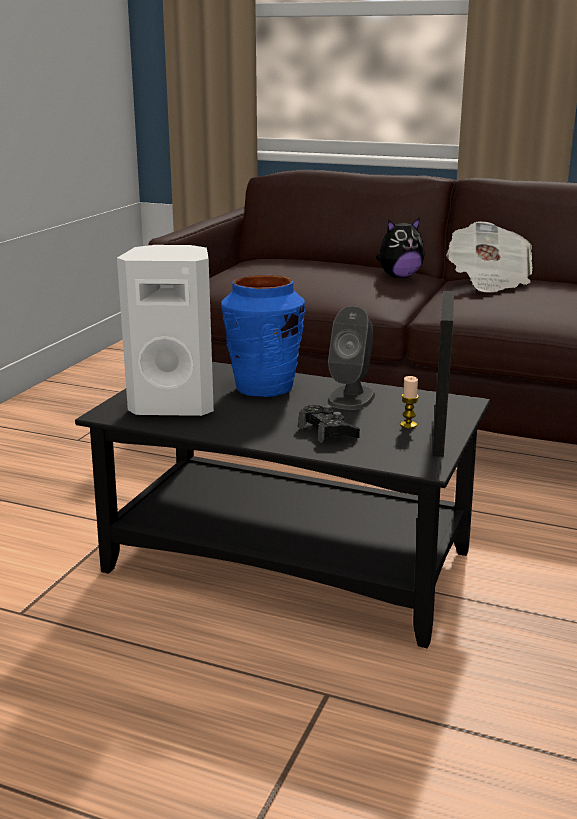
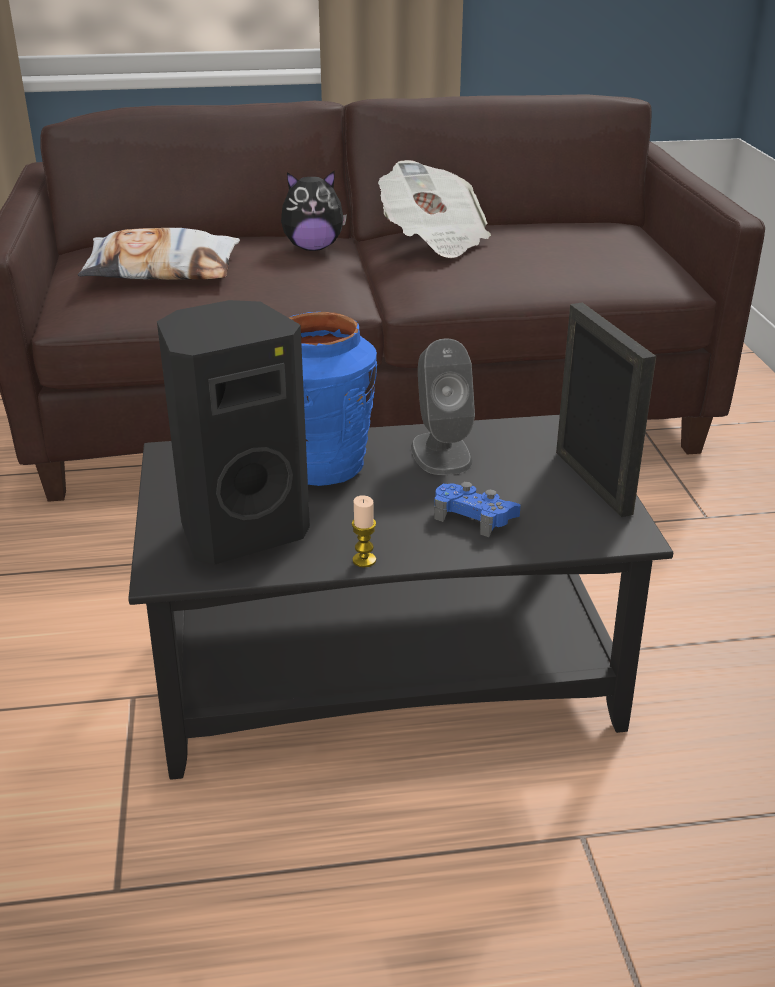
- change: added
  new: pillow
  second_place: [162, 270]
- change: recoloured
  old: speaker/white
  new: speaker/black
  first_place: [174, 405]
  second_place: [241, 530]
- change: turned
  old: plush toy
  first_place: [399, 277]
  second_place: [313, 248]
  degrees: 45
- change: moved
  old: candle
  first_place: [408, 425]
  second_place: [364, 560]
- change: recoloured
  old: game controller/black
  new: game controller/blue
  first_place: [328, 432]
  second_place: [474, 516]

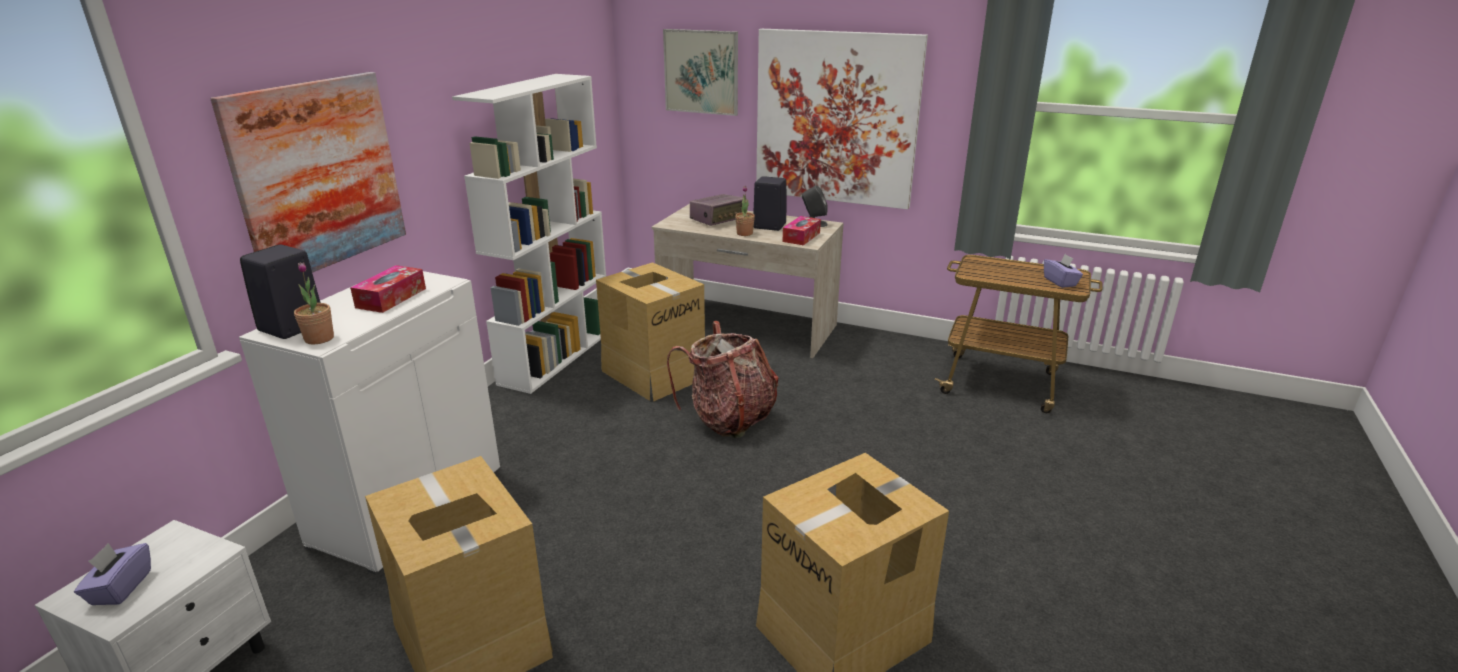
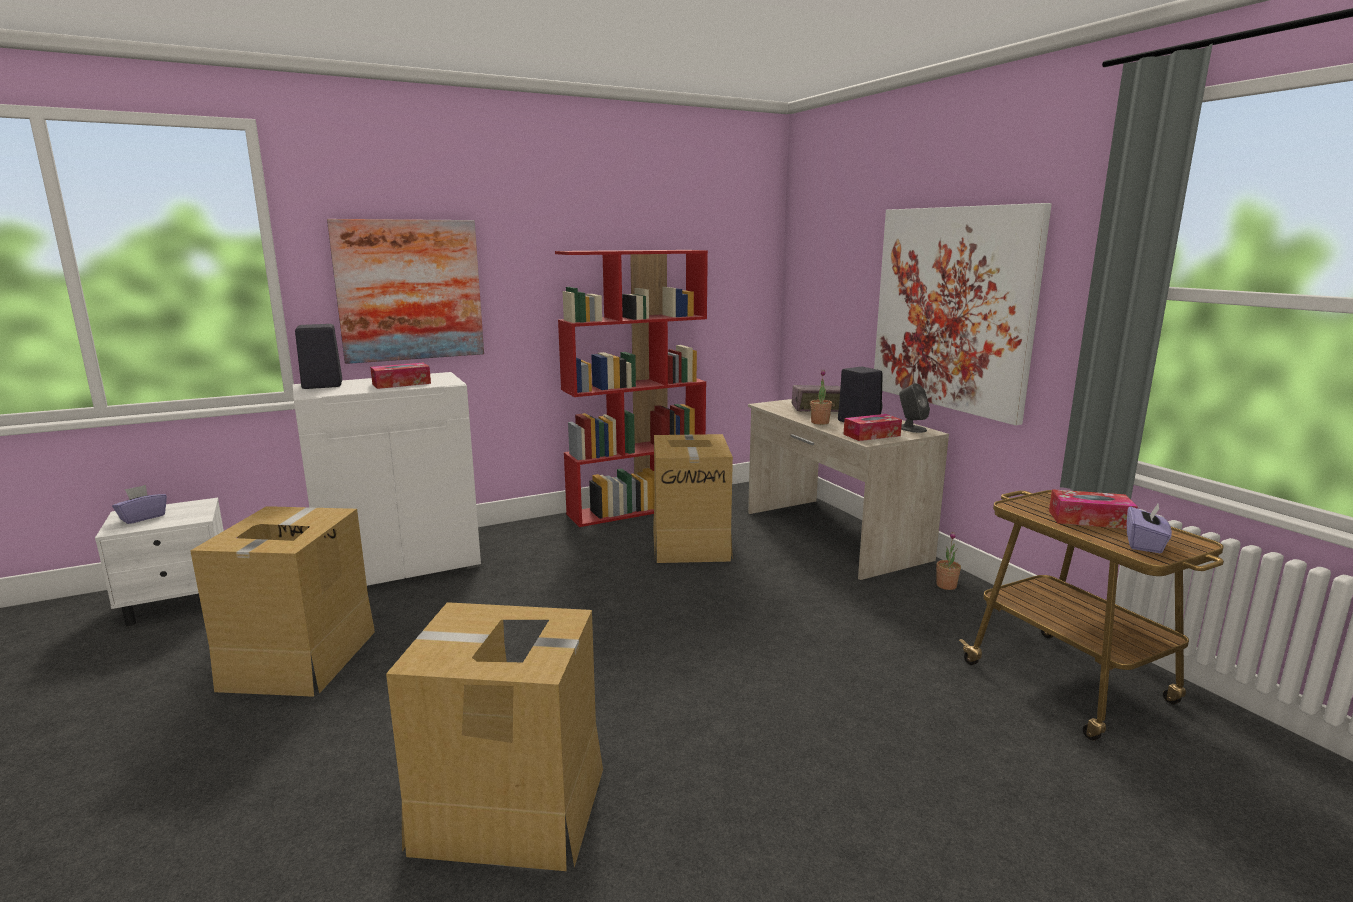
- change: recoloured
  old: bookcase/white
  new: bookcase/red
  first_place: [556, 356]
  second_place: [637, 509]
- change: moved
  old: potted plant
  first_place: [319, 338]
  second_place: [946, 586]
- change: added
  new: tissue box
  second_place: [1089, 519]
- change: removed
  old: picture
  first_place: [701, 72]
- change: removed
  old: backpack
  first_place: [729, 418]

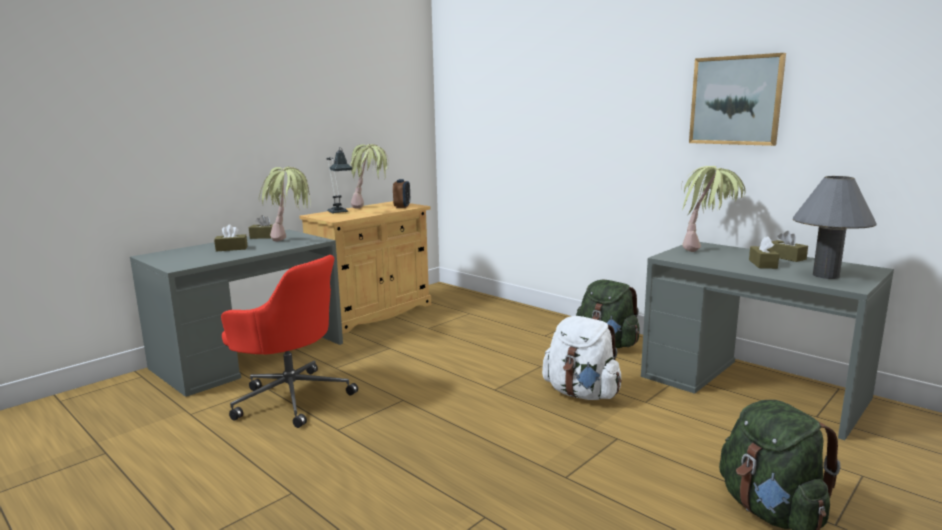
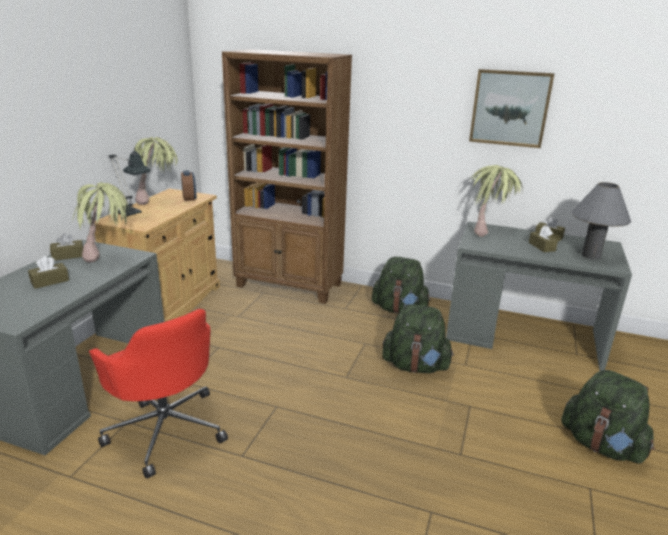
- change: turned
  old: office chair/red
  first_place: [291, 397]
  second_place: [166, 429]
  degrees: 45
- change: added
  new: bookcase/brown
  second_place: [289, 285]
- change: recoloured
  old: backpack/white
  new: backpack/green
  first_place: [581, 393]
  second_place: [415, 366]

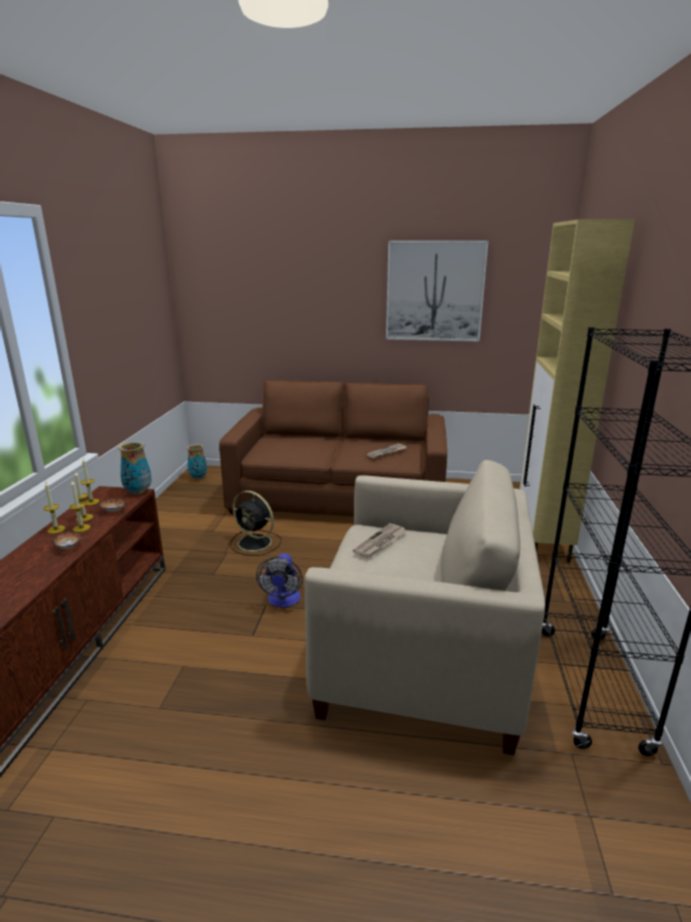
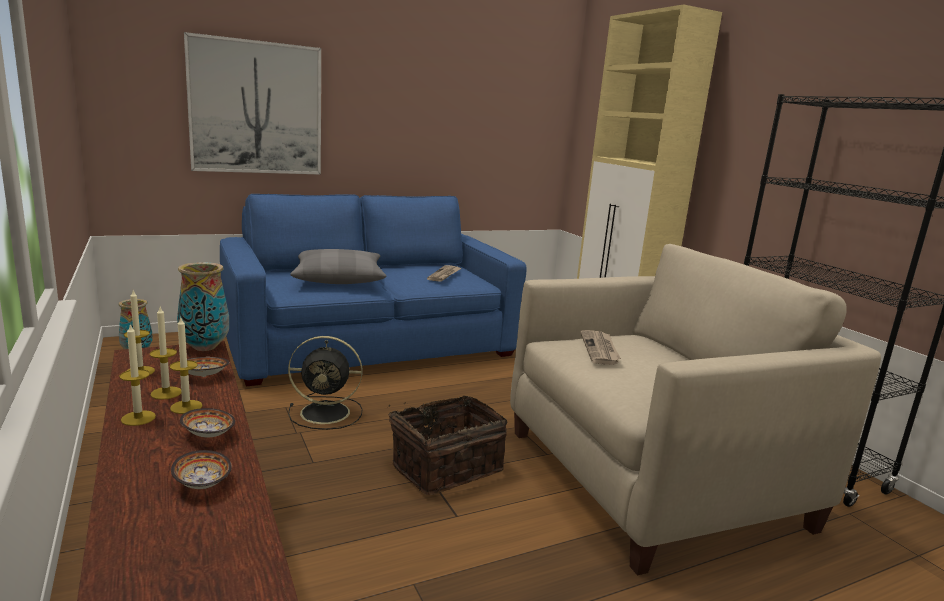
- change: added
  new: bowl
  second_place: [202, 483]
- change: moved
  old: picture
  first_place: [434, 291]
  second_place: [256, 108]
- change: recoloured
  old: sofa/brown
  new: sofa/blue
  first_place: [339, 496]
  second_place: [370, 344]
- change: added
  new: pillow/grey
  second_place: [338, 277]
- change: replaced
  old: fan
  new: basket
  first_place: [283, 601]
  second_place: [445, 467]

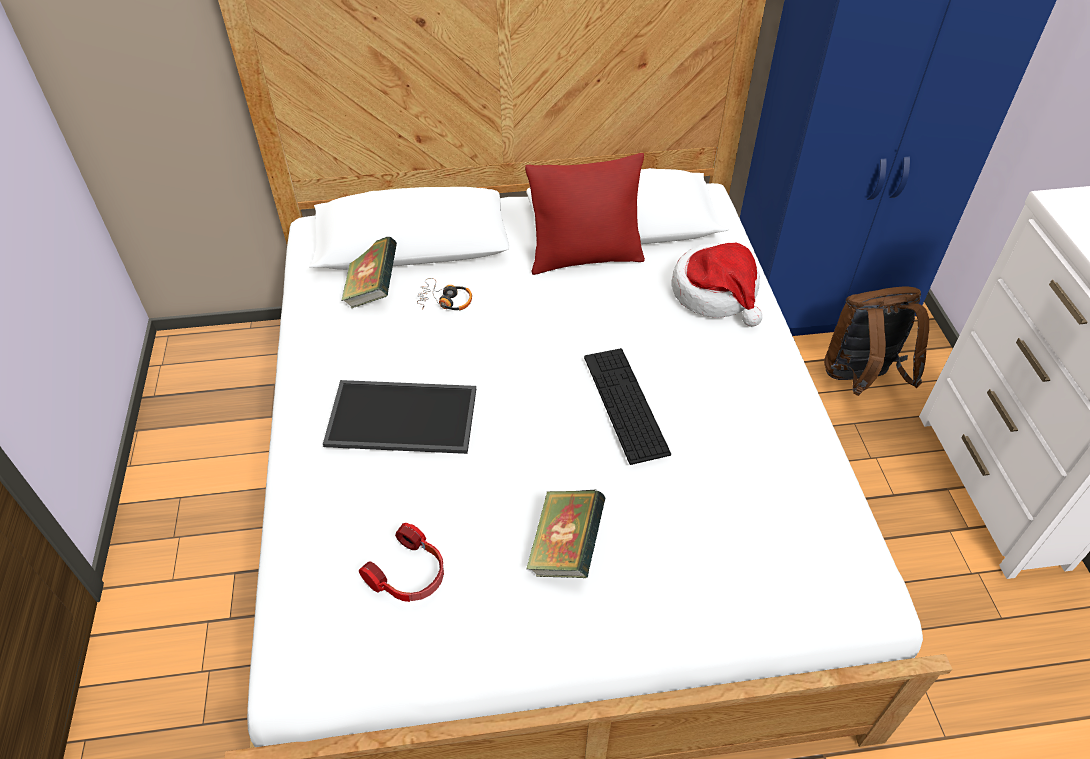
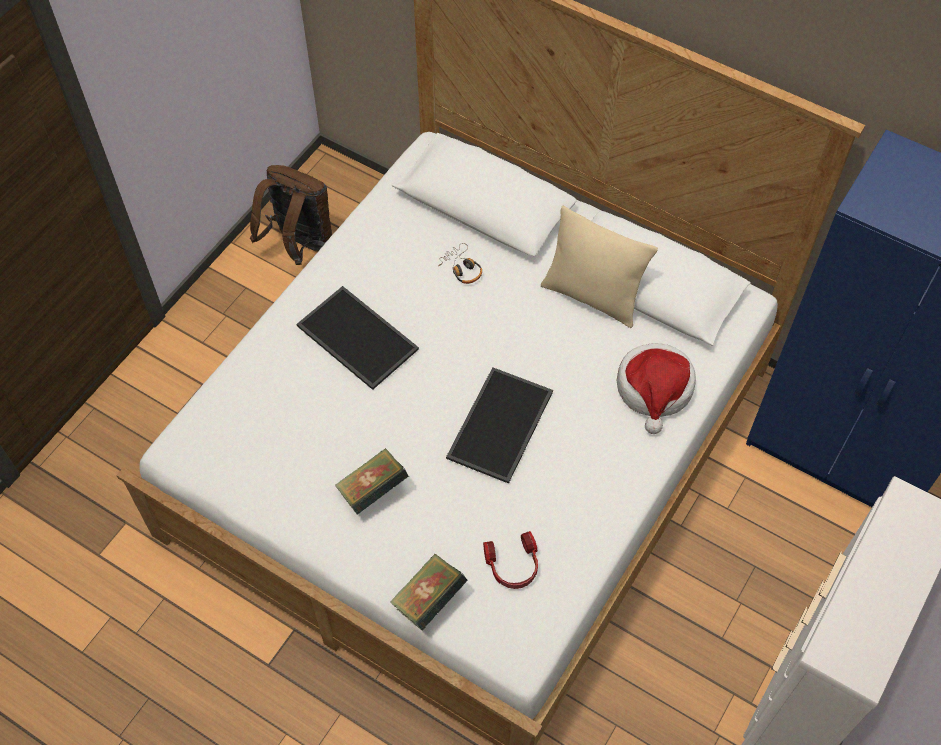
- change: moved
  old: backpack/brown
  first_place: [860, 379]
  second_place: [299, 244]
- change: moved
  old: book
  first_place: [372, 289]
  second_place: [429, 600]
- change: replaced
  old: keyboard
  new: tray
  first_place: [625, 404]
  second_place: [501, 426]
- change: moved
  old: headphones
  first_place: [410, 575]
  second_place: [513, 566]
- change: recoloured
  old: pillow/red
  new: pillow/beige
  first_place: [585, 258]
  second_place: [592, 296]

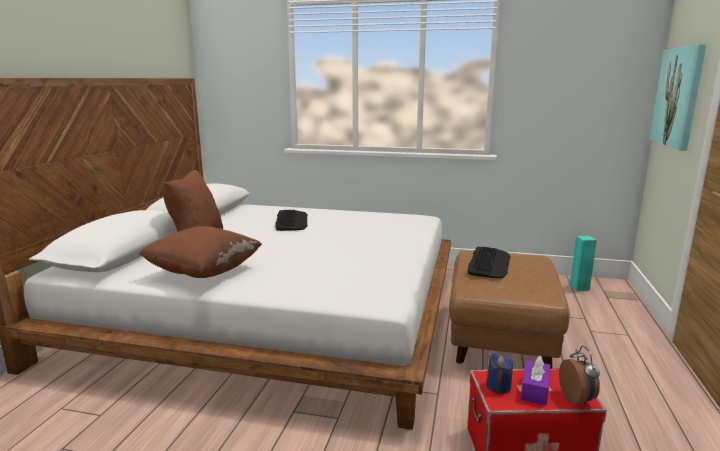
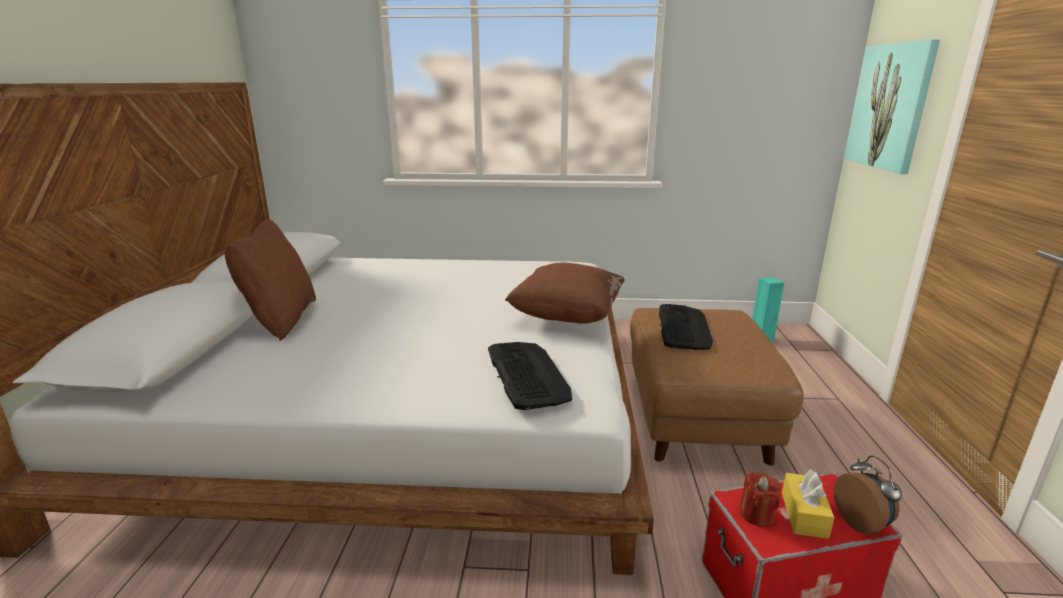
- change: moved
  old: keyboard
  first_place: [291, 221]
  second_place: [527, 374]
- change: moved
  old: pillow/brown
  first_place: [204, 273]
  second_place: [567, 317]
- change: recoloured
  old: candle/blue
  new: candle/red
  first_place: [498, 386]
  second_place: [756, 514]
- change: recoloured
  old: tissue box/purple
  new: tissue box/yellow
  first_place: [535, 390]
  second_place: [804, 514]

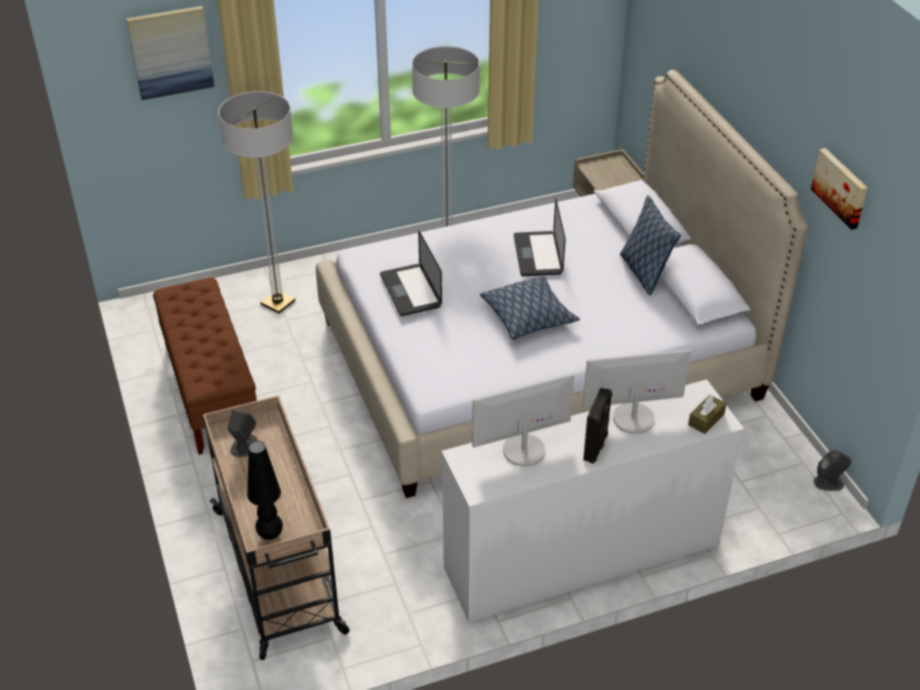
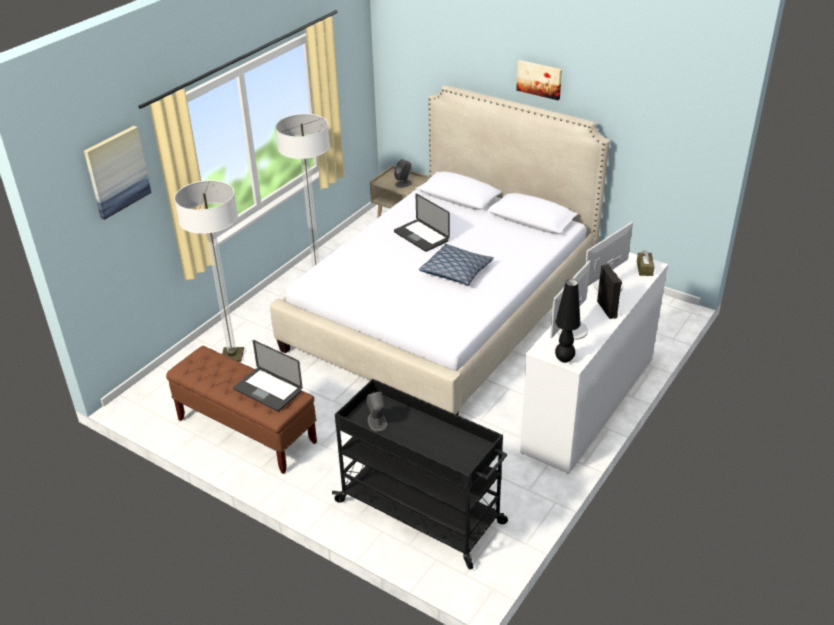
- change: moved
  old: laptop
  first_place: [410, 291]
  second_place: [268, 390]
- change: recoloured
  old: cart/beige
  new: cart/black
  first_place: [279, 572]
  second_place: [422, 513]
- change: moved
  old: speaker/grey
  first_place: [829, 483]
  second_place: [403, 183]
- change: moved
  old: picture
  first_place: [841, 187]
  second_place: [539, 79]
- change: moved
  old: table lamp/black
  first_place: [270, 534]
  second_place: [564, 359]
- change: removed
  old: pillow
  first_place: [644, 272]

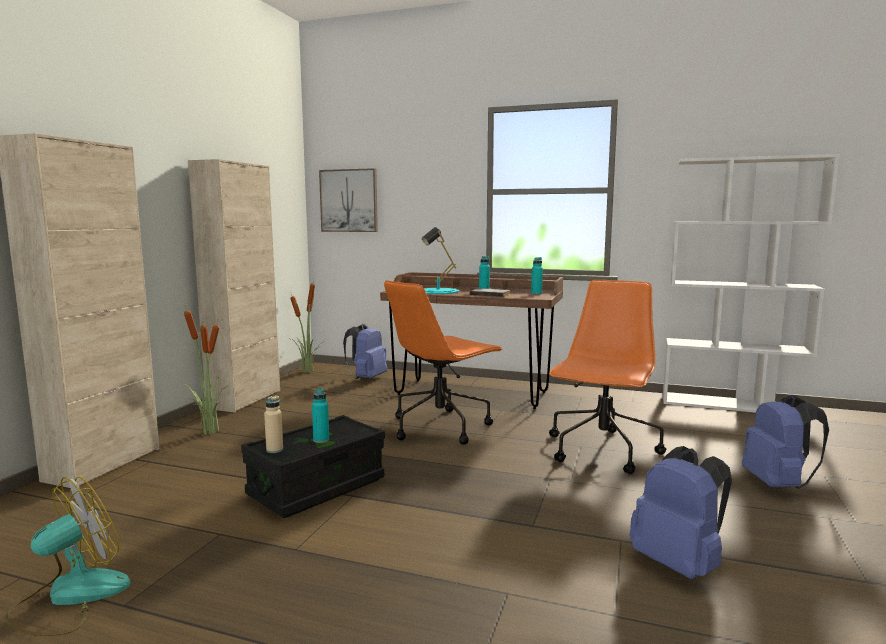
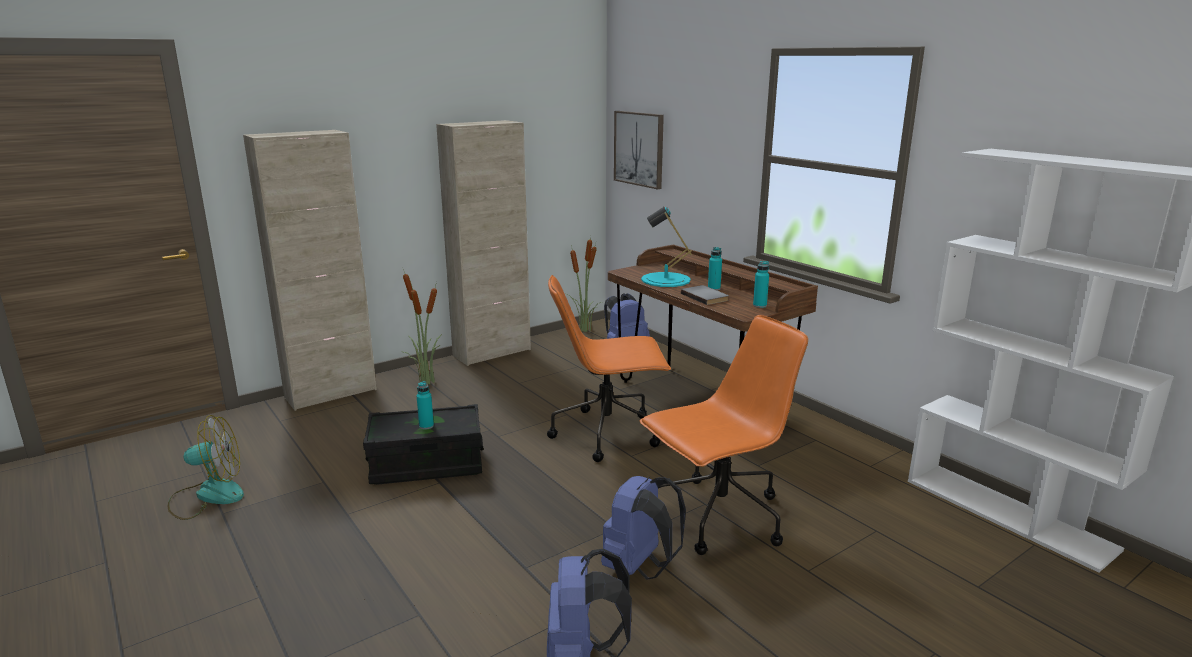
- change: moved
  old: backpack/blue
  first_place: [778, 484]
  second_place: [639, 567]
- change: removed
  old: bottle/beige
  first_place: [274, 450]

